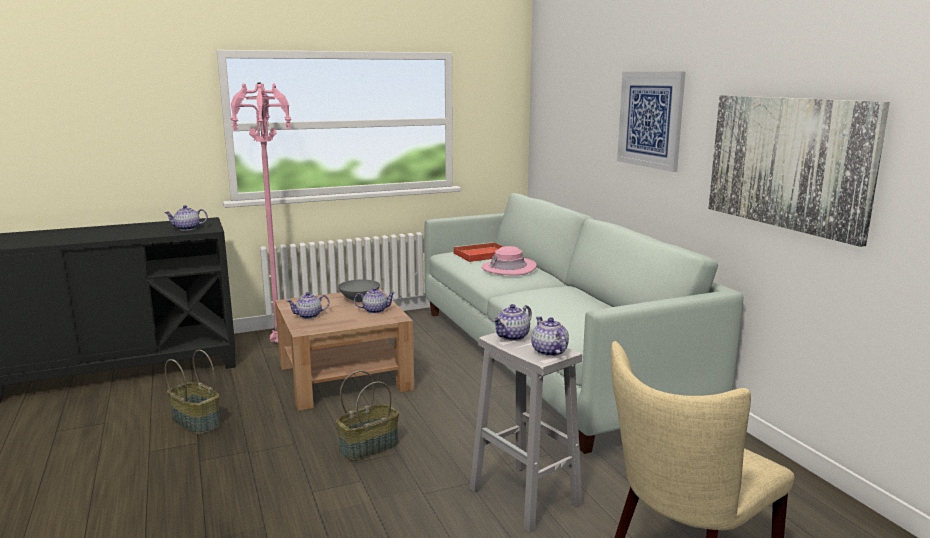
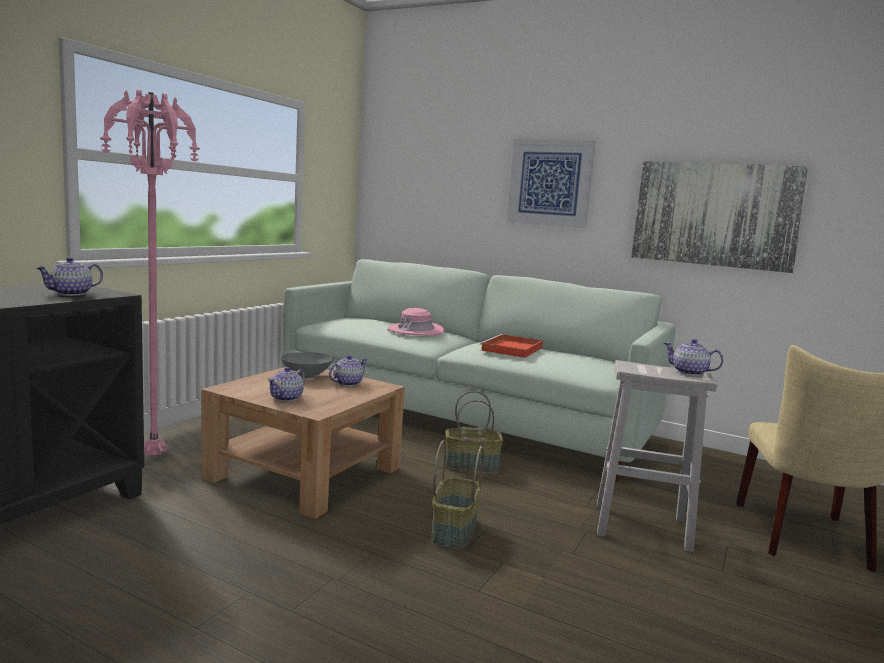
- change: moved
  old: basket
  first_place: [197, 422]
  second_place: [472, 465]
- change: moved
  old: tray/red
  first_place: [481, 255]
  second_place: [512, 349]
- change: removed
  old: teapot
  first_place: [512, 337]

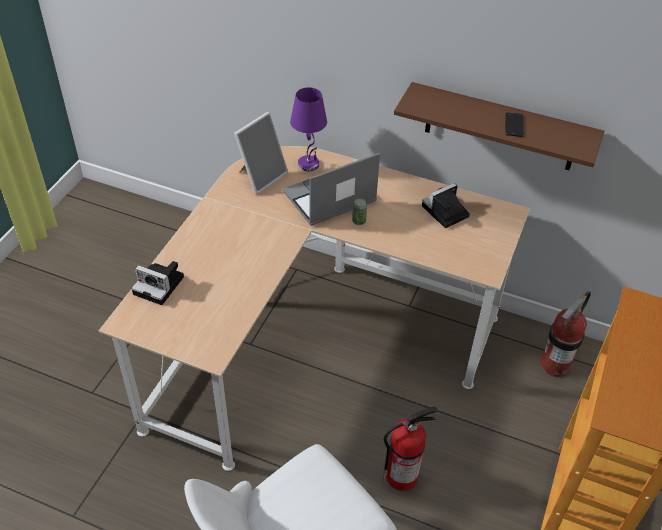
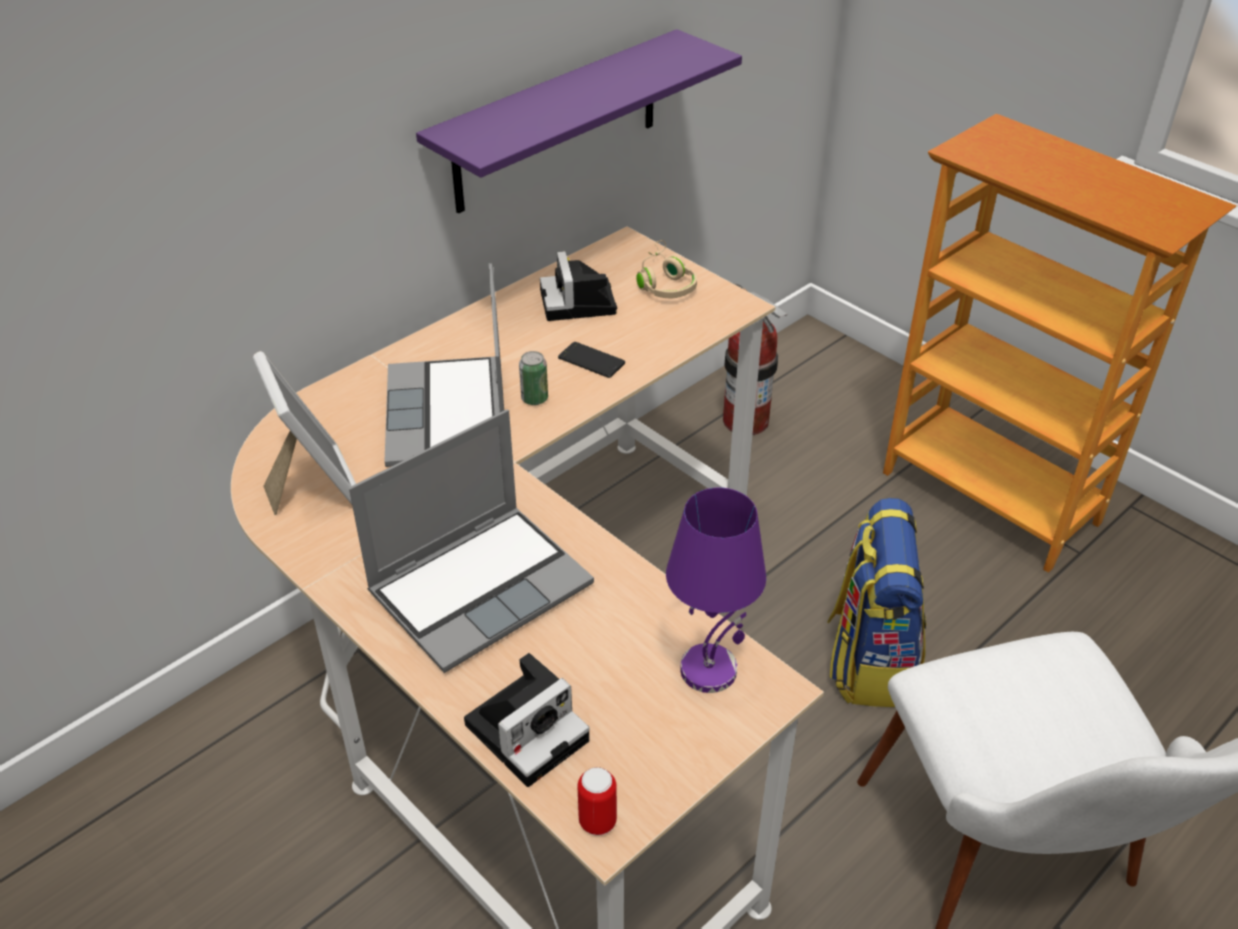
- change: added
  new: laptop
  second_place: [481, 586]
- change: recoloured
  old: shelf/brown
  new: shelf/purple
  first_place: [500, 128]
  second_place: [557, 122]
- change: moved
  old: phone
  first_place: [514, 125]
  second_place: [591, 360]
- change: added
  new: can
  second_place: [597, 821]
- change: added
  new: headphones/beige
  second_place: [664, 283]
- change: moved
  old: table lamp/purple
  first_place: [309, 164]
  second_place: [709, 669]
- change: replaced
  old: fire extinguisher
  new: backpack
  first_place: [402, 475]
  second_place: [869, 660]

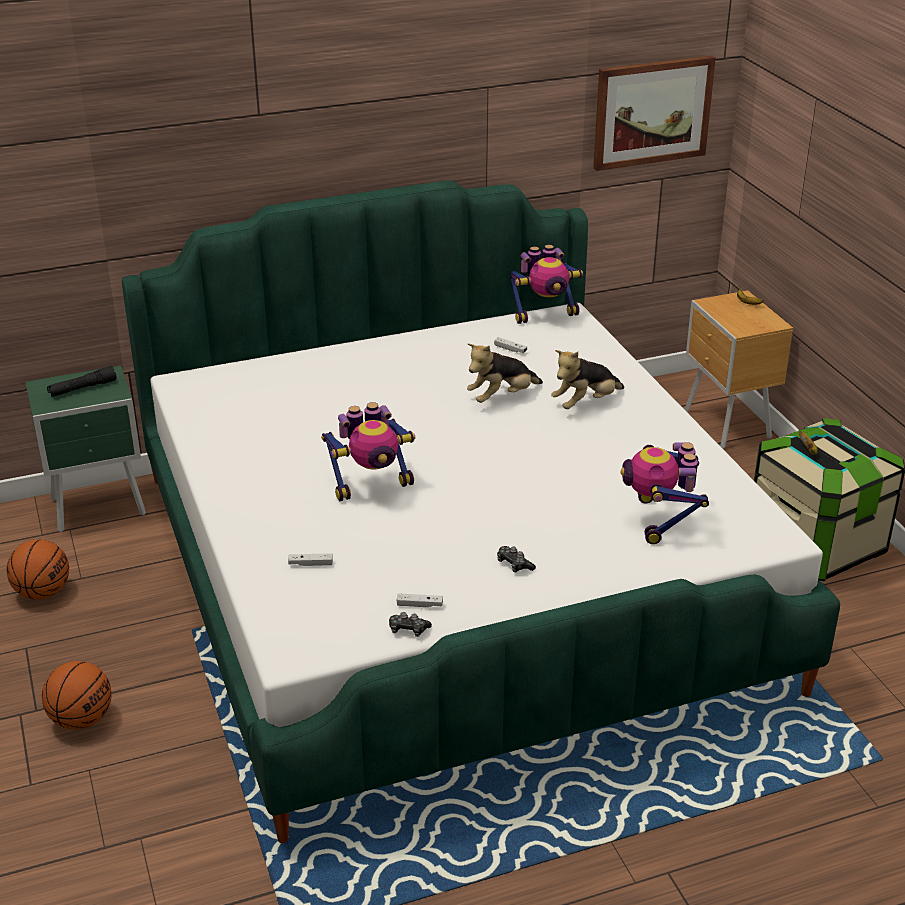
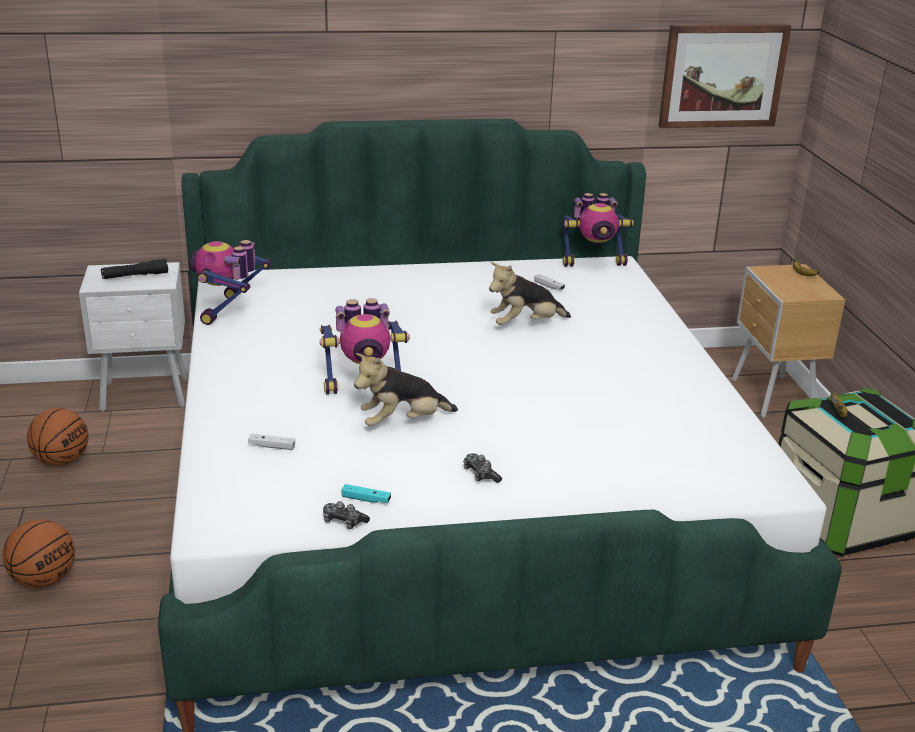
- change: recoloured
  old: nightstand/green
  new: nightstand/white
  first_place: [101, 508]
  second_place: [147, 396]
- change: moved
  old: toy robot
  first_place: [660, 520]
  second_place: [230, 311]
- change: recoloured
  old: game controller/white
  new: game controller/turquoise
  first_place: [419, 605]
  second_place: [366, 499]
- change: moved
  old: plush toy
  first_place: [585, 403]
  second_place: [402, 422]

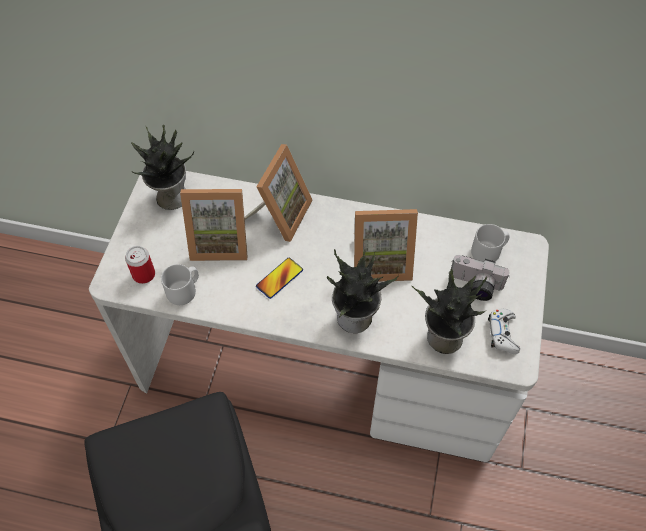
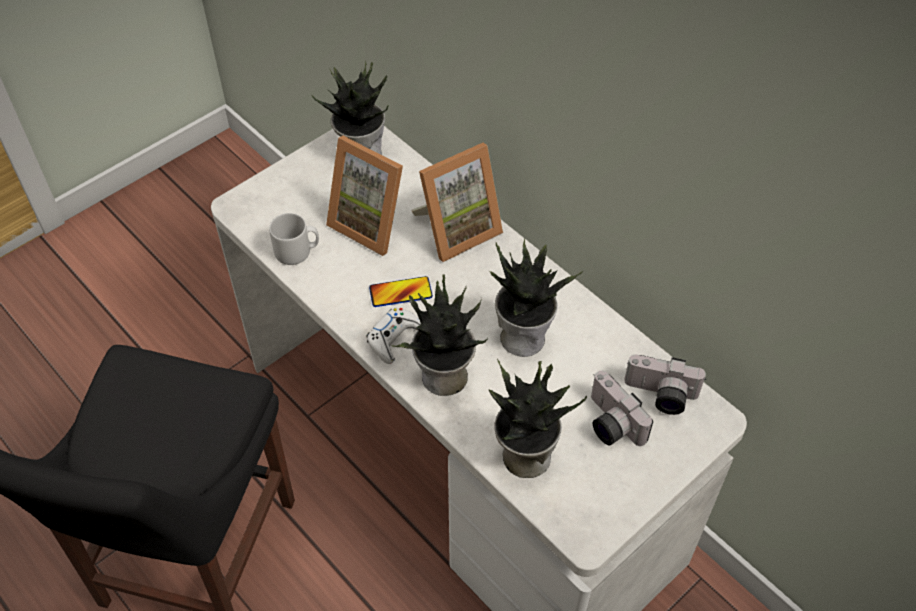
- change: moved
  old: game controller/white
  first_place: [502, 334]
  second_place: [393, 338]
- change: replaced
  old: picture frame
  new: potted plant
  first_place: [381, 261]
  second_place: [524, 336]
- change: replaced
  old: mug/grey
  new: photo camera
  first_place: [488, 251]
  second_place: [660, 396]
- change: removed
  old: can
  first_place: [144, 274]

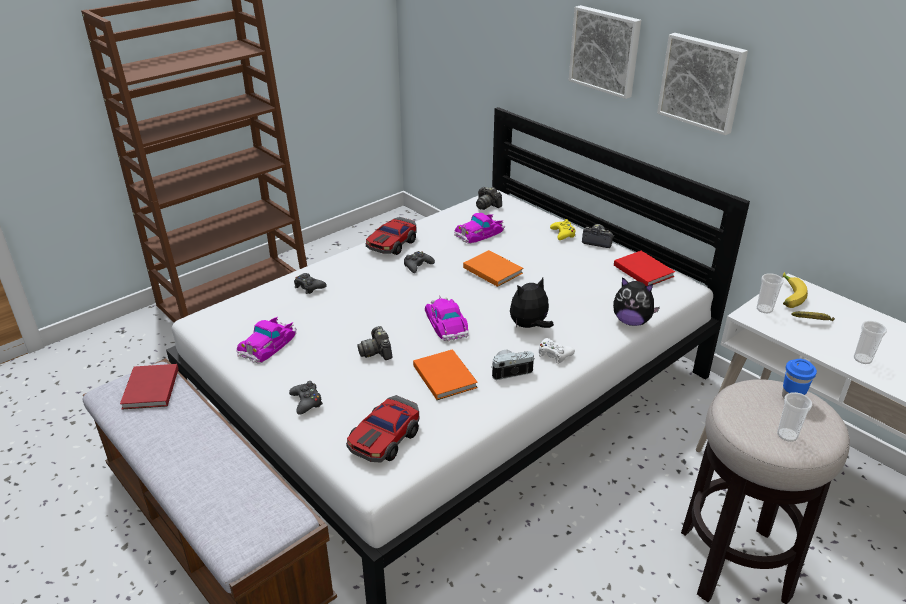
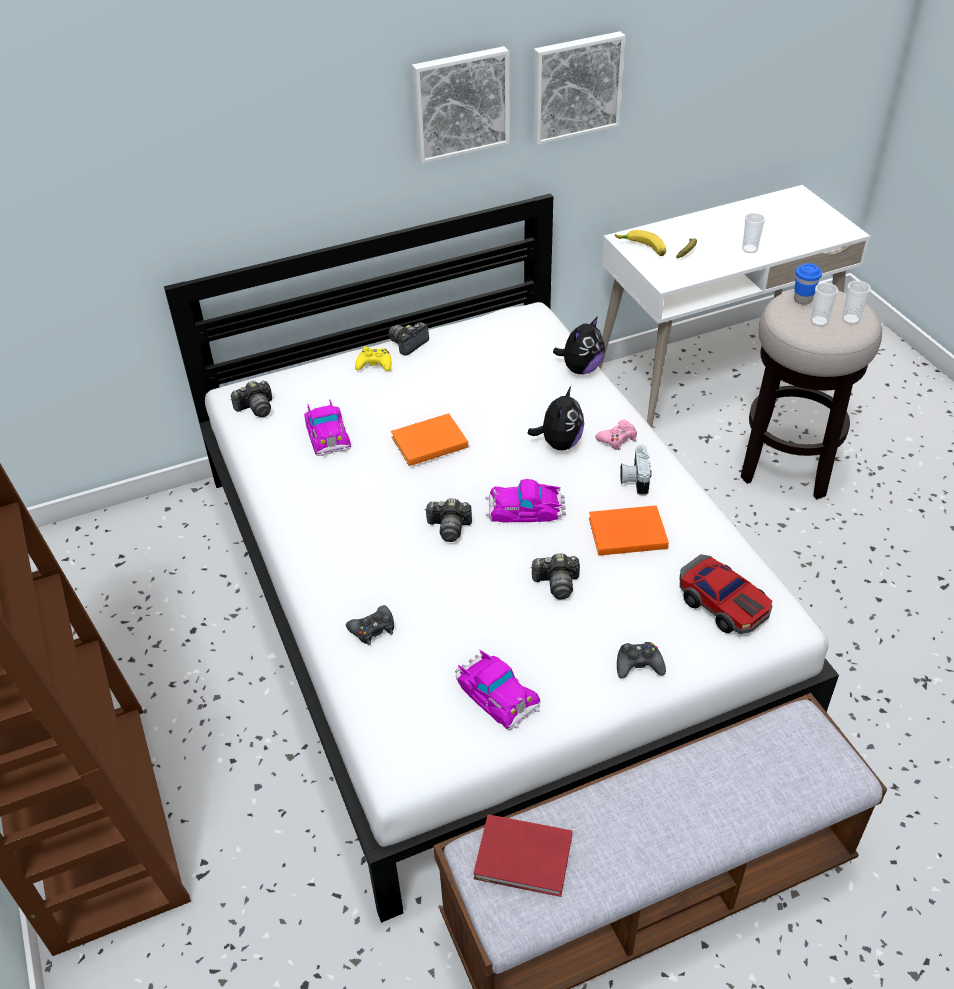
- change: added
  new: photo camera
  second_place: [449, 527]
- change: turned
  old: plush toy
  first_place: [529, 326]
  second_place: [559, 443]
  degrees: -150
- change: moved
  old: picture
  first_place: [605, 51]
  second_place: [575, 86]
- change: recoloured
  old: game controller/white
  new: game controller/pink
  first_place: [554, 354]
  second_place: [617, 439]
- change: moved
  old: cup
  first_place: [764, 309]
  second_place: [819, 321]
- change: removed
  old: toy car
  first_place: [392, 244]
- change: removed
  old: game controller/black
  first_place: [417, 265]
- change: removed
  old: book/red
  first_place: [643, 270]

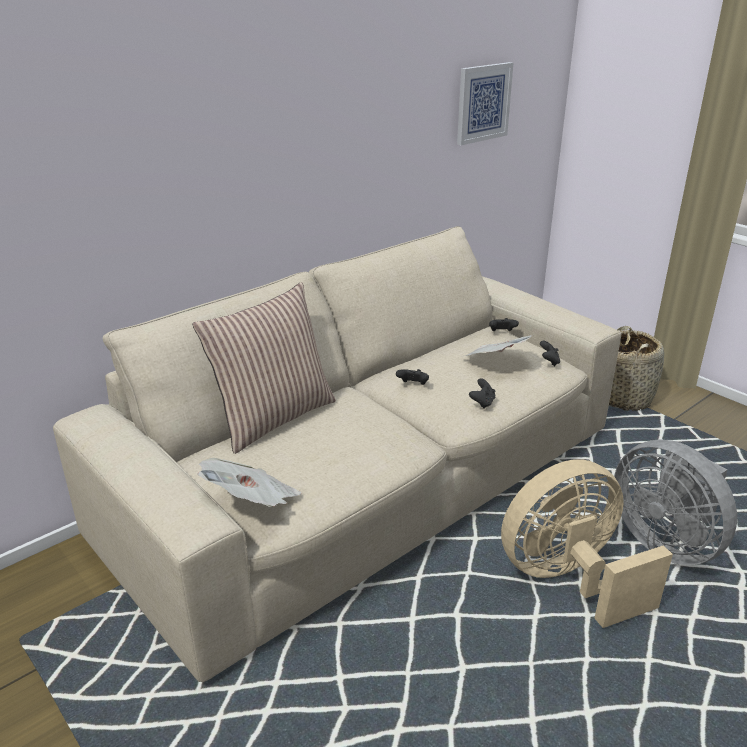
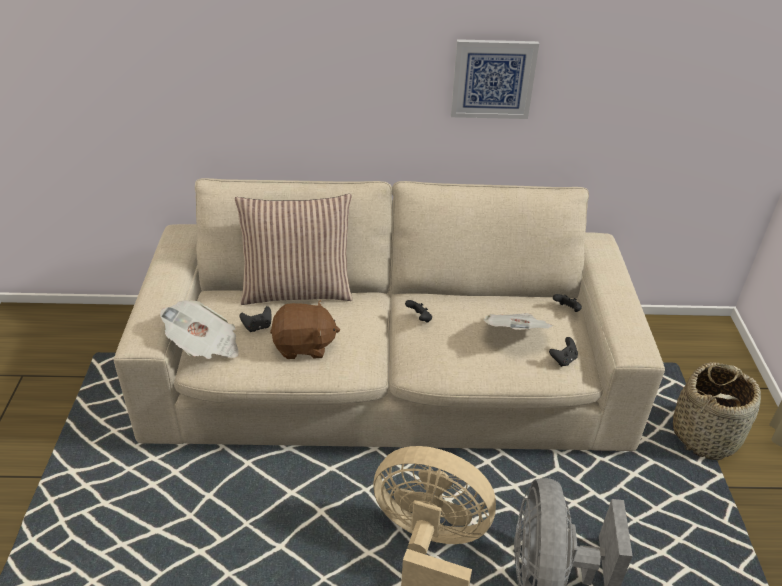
- change: moved
  old: game controller/black
  first_place: [482, 402]
  second_place: [258, 327]
- change: added
  new: plush toy/brown
  second_place: [304, 346]
- change: moved
  old: picture
  first_place: [483, 103]
  second_place: [493, 79]

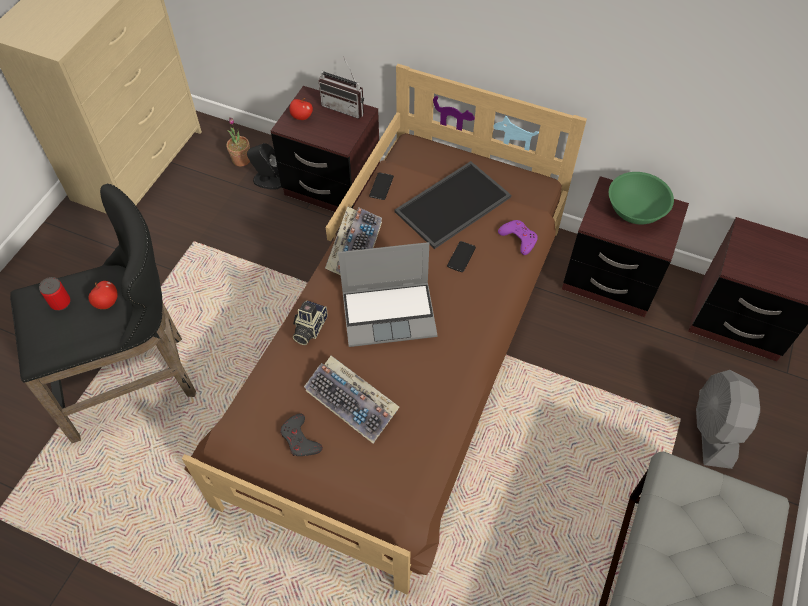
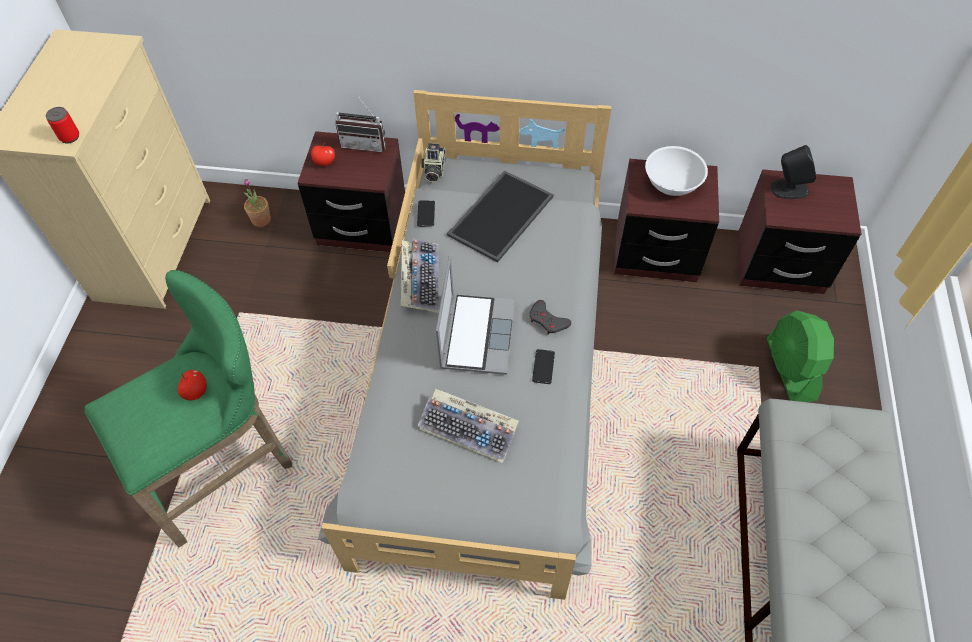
- change: moved
  old: can
  first_place: [60, 303]
  second_place: [69, 137]
- change: recoloured
  old: stool/black
  new: stool/green
  first_place: [136, 382]
  second_place: [226, 468]
- change: recoloured
  old: bed/brown
  new: bed/grey
  first_place: [403, 358]
  second_place: [487, 376]
- change: moved
  old: photo camera
  first_place: [309, 328]
  second_place: [433, 170]
- change: turned
  old: laptop
  first_place: [390, 313]
  second_place: [476, 334]
  degrees: -60
- change: moved
  old: game controller/grey
  first_place: [300, 439]
  second_place: [548, 320]
- change: moved
  old: phone
  first_place: [461, 257]
  second_place: [543, 367]
- change: recoloured
  old: bowl/green
  new: bowl/white
  first_place: [634, 210]
  second_place: [671, 183]
- change: recoloured
  old: fan/grey
  new: fan/green
  first_place: [714, 429]
  second_place: [790, 369]
- change: moved
  old: speaker/black
  first_place: [268, 180]
  second_place: [788, 189]
- change: removed
  old: game controller/purple
  first_place: [518, 238]

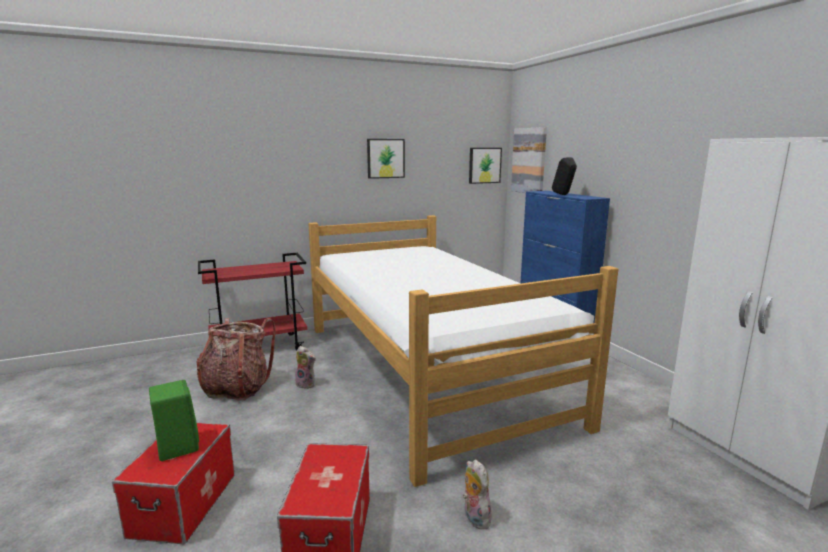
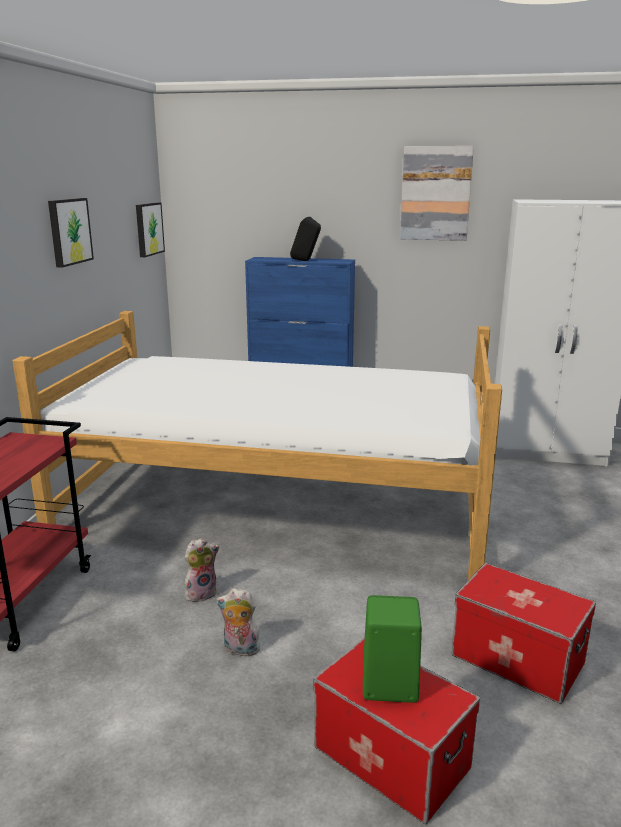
- change: moved
  old: plush toy
  first_place: [474, 517]
  second_place: [239, 650]
- change: moved
  old: picture
  first_place: [529, 161]
  second_place: [435, 193]
- change: removed
  old: backpack
  first_place: [237, 388]

